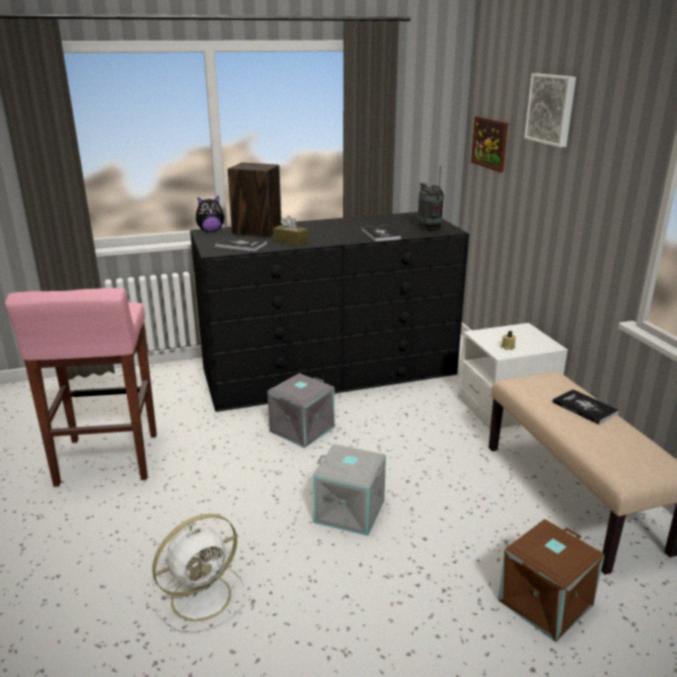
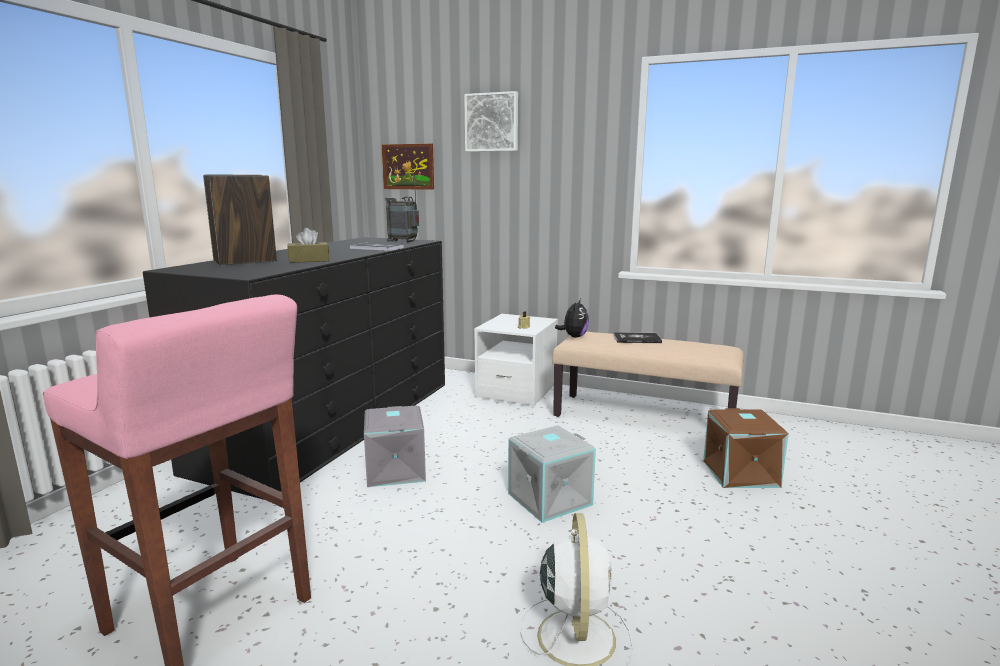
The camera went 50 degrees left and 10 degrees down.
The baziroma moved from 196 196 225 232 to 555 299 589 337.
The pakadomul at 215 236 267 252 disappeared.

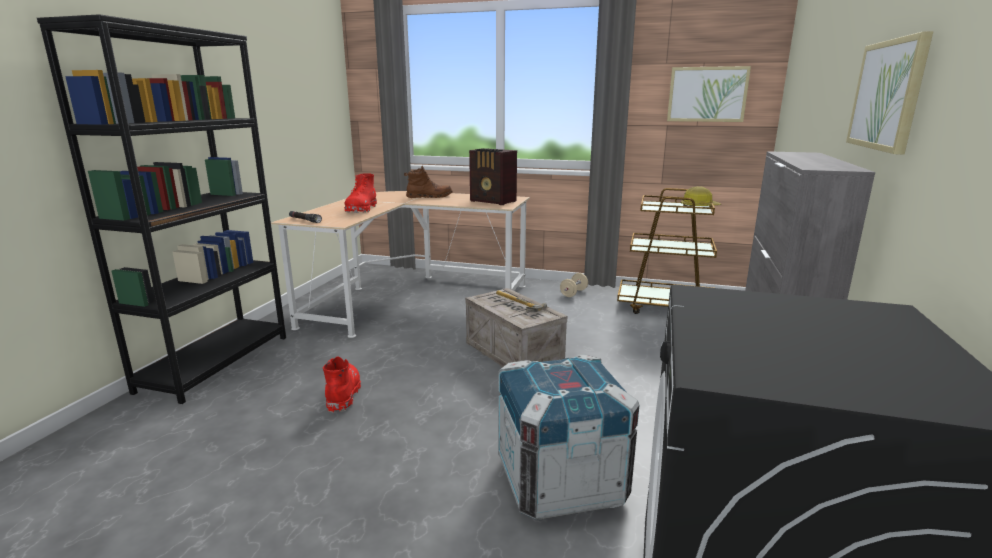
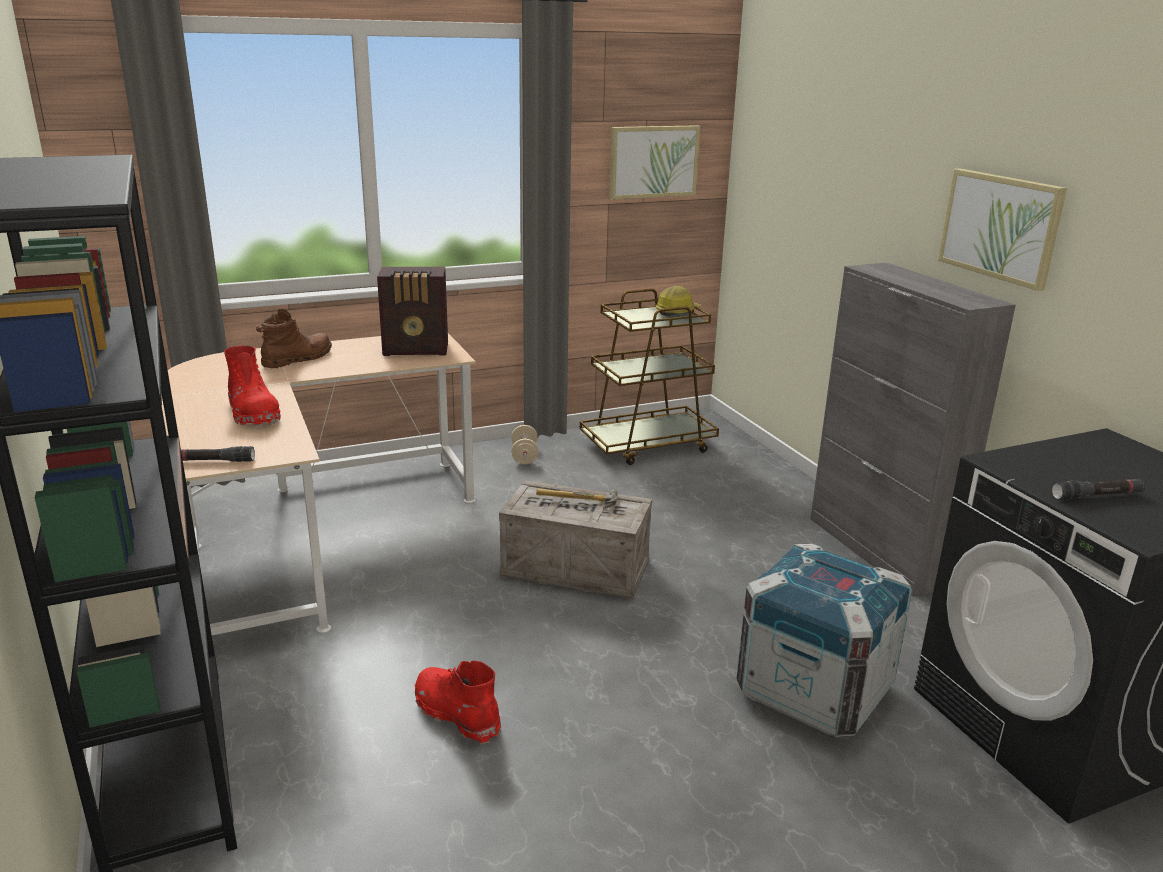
The camera went 40 degrees left and 5 degrees up.
The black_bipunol at 1051 479 1145 500 appeared.

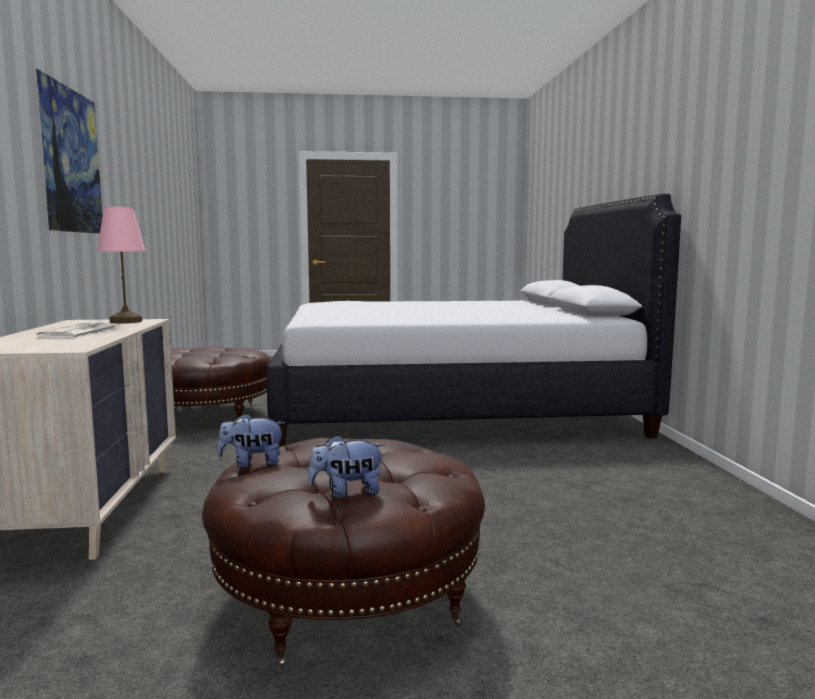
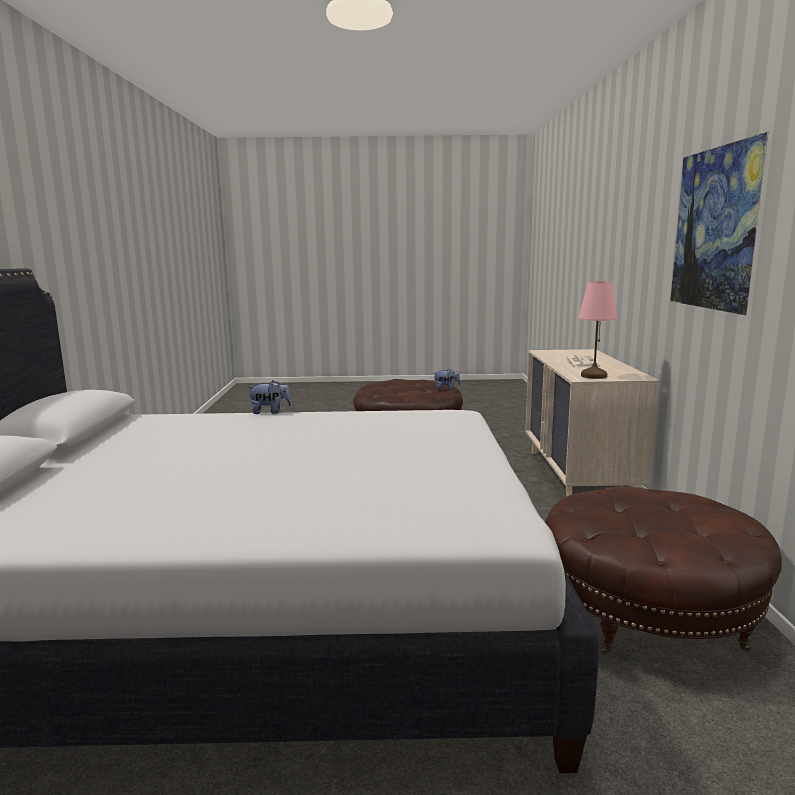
The camera went 175 degrees left and 5 degrees up.
The baziroma moved from 308 435 385 498 to 247 380 292 414.

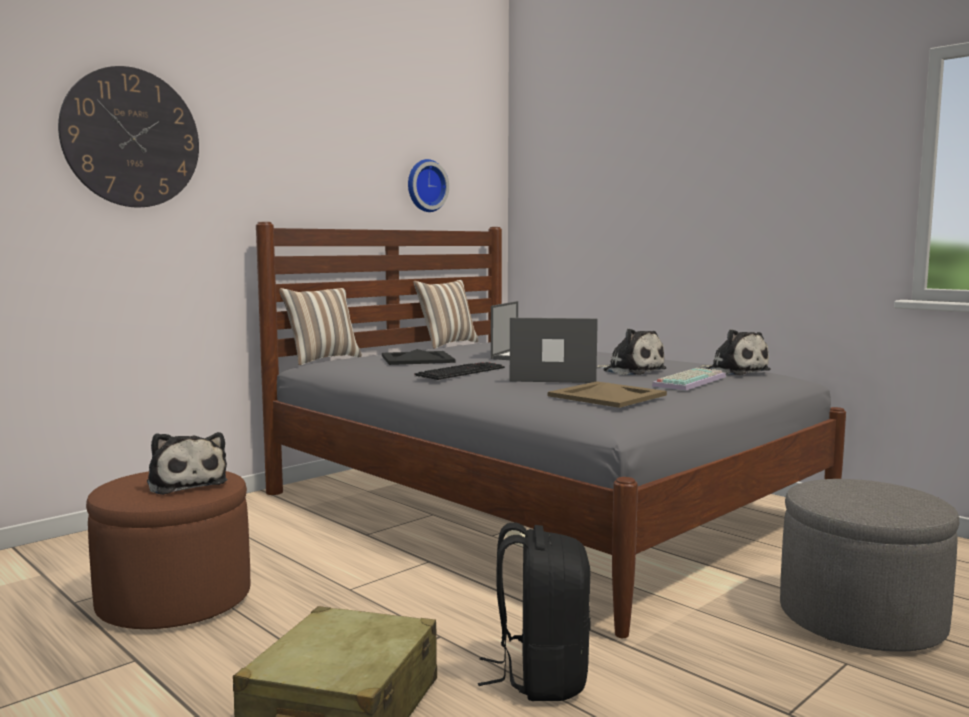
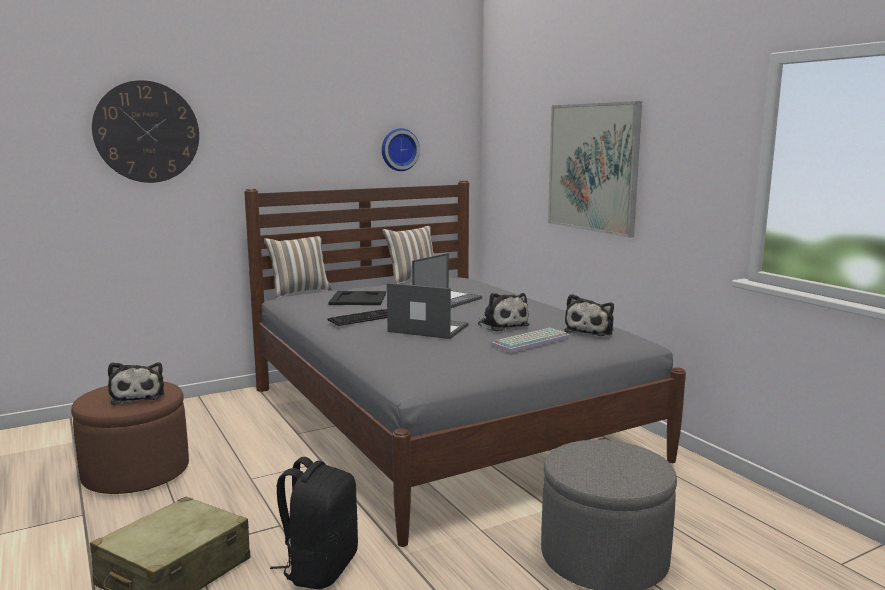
The camera went 15 degrees right and 5 degrees up.
The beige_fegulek at 548 381 667 408 disappeared.
The baziroma at 699 329 771 375 turned 45 degrees clockwise.
The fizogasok at 548 101 642 238 appeared.

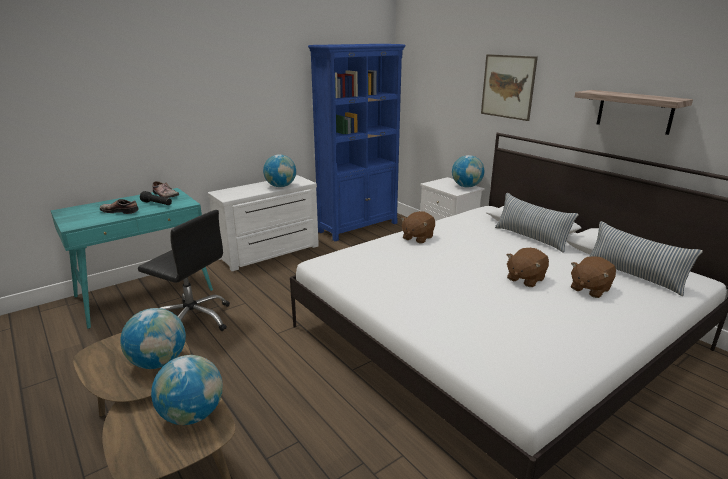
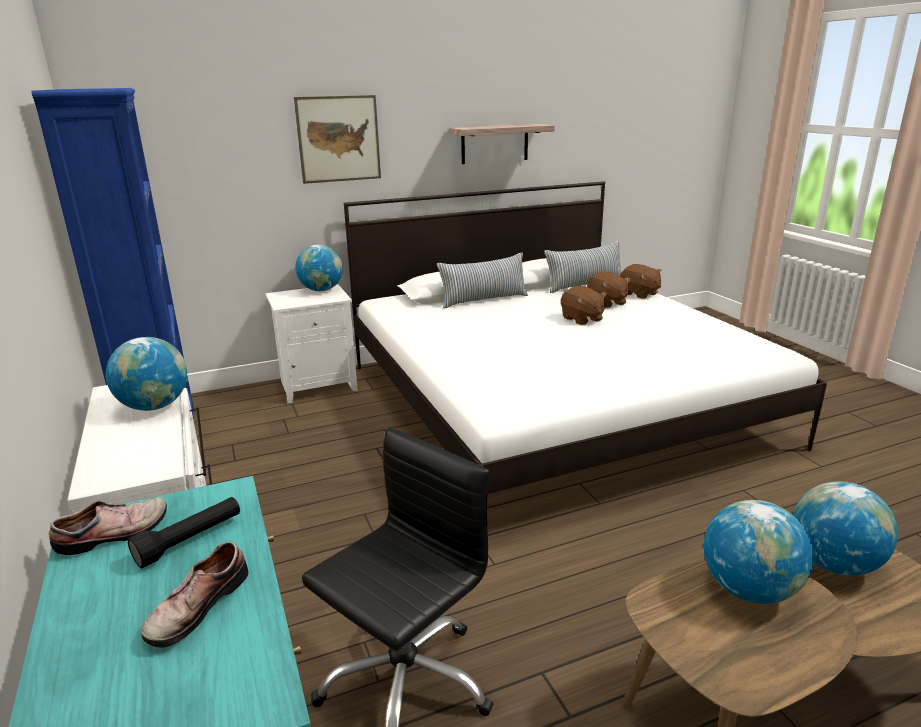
The camera went 75 degrees left and 0 degrees up.
The brown_baziroma moved from 401 211 435 244 to 620 264 661 299.

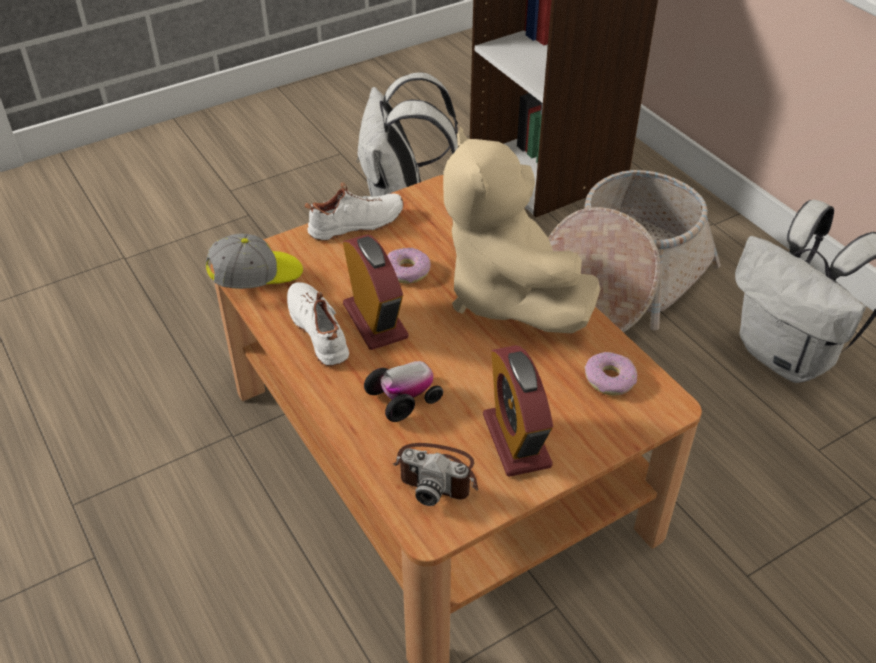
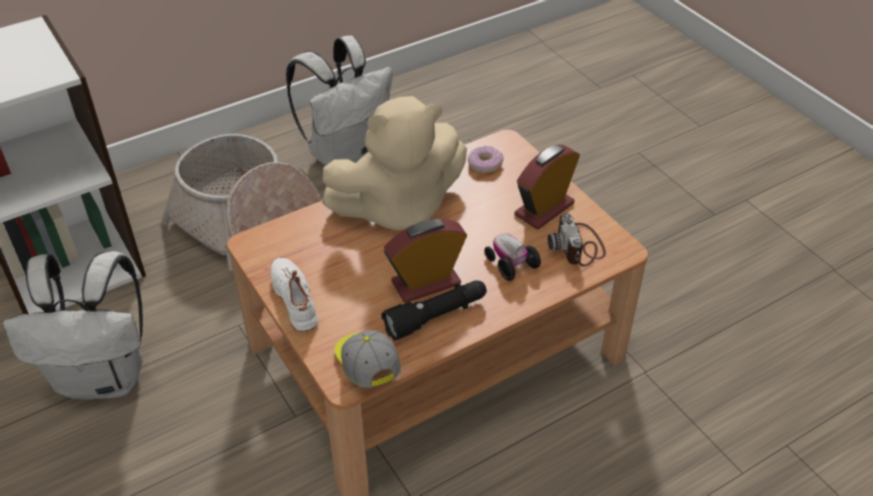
The camera went 90 degrees left and 0 degrees up.
The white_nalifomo at 287 282 349 366 was replaced by the black_bipunol at 381 280 487 341.
The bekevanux at 387 248 431 284 disappeared.
The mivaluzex at 393 443 478 506 turned 150 degrees clockwise.
The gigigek at 483 345 553 477 turned 150 degrees clockwise.

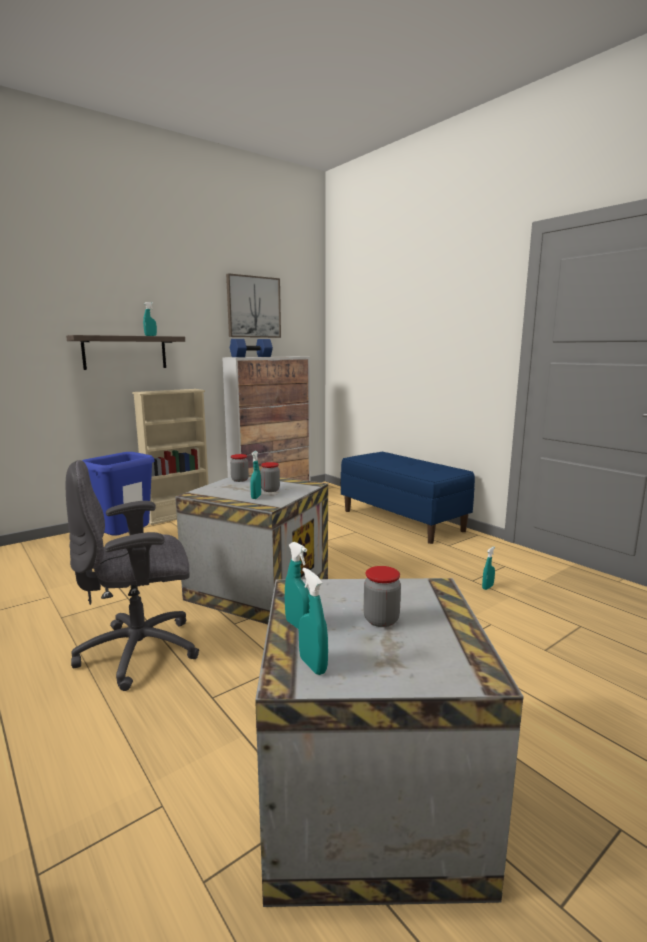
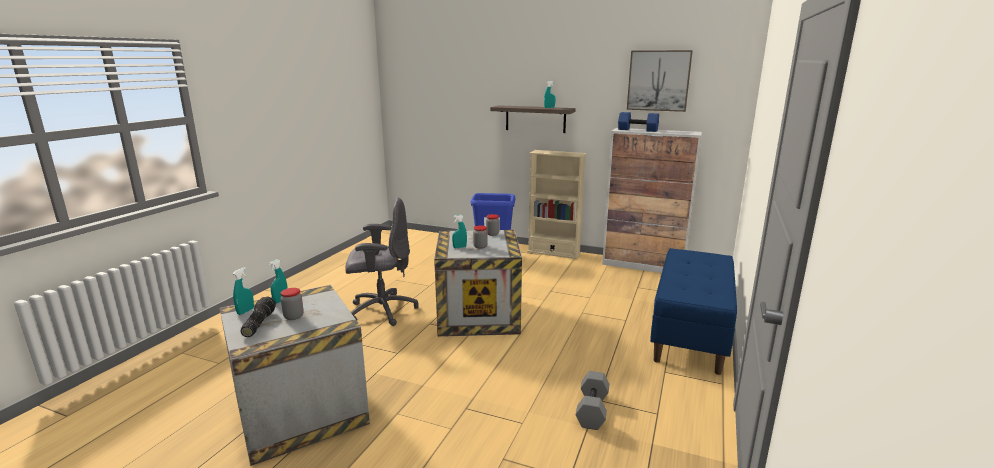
The camera went 60 degrees right and 5 degrees up.
The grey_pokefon at 66 460 199 691 turned 135 degrees clockwise.
The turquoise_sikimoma at 482 546 495 590 was replaced by the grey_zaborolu at 576 371 609 430.
The bipunol at 241 297 276 337 appeared.

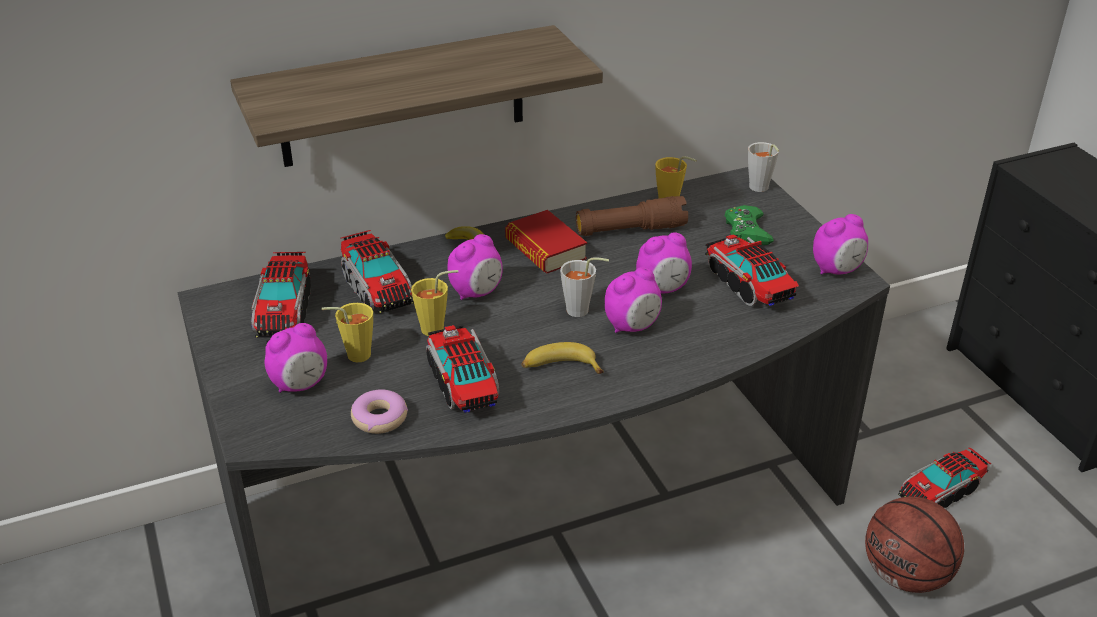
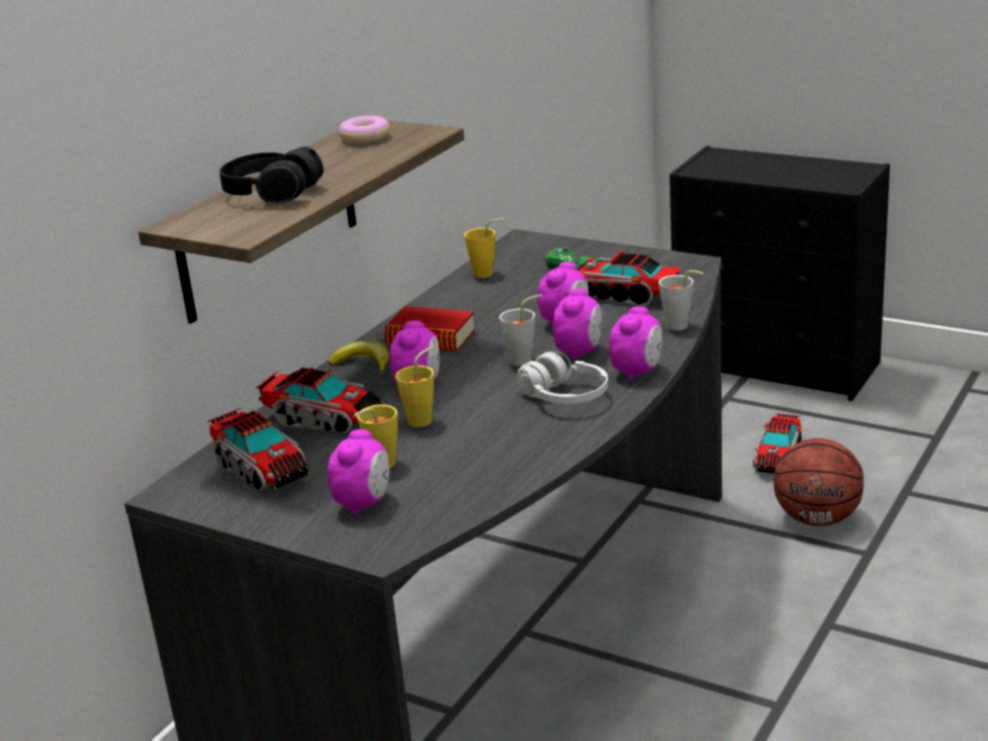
The camera went 35 degrees left and 10 degrees down.
The bekevanux moved from 351 390 408 434 to 339 116 390 144.
The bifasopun at 426 325 499 413 disappeared.
The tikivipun at 521 342 604 374 was replaced by the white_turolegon at 517 351 608 404.
The brown_bipunol at 576 196 688 236 disappeared.
The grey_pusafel moved from 748 142 779 192 to 659 270 704 331.
The gigigek moved from 813 214 868 275 to 609 306 662 380.
The black_turolegon at 219 147 324 203 appeared.

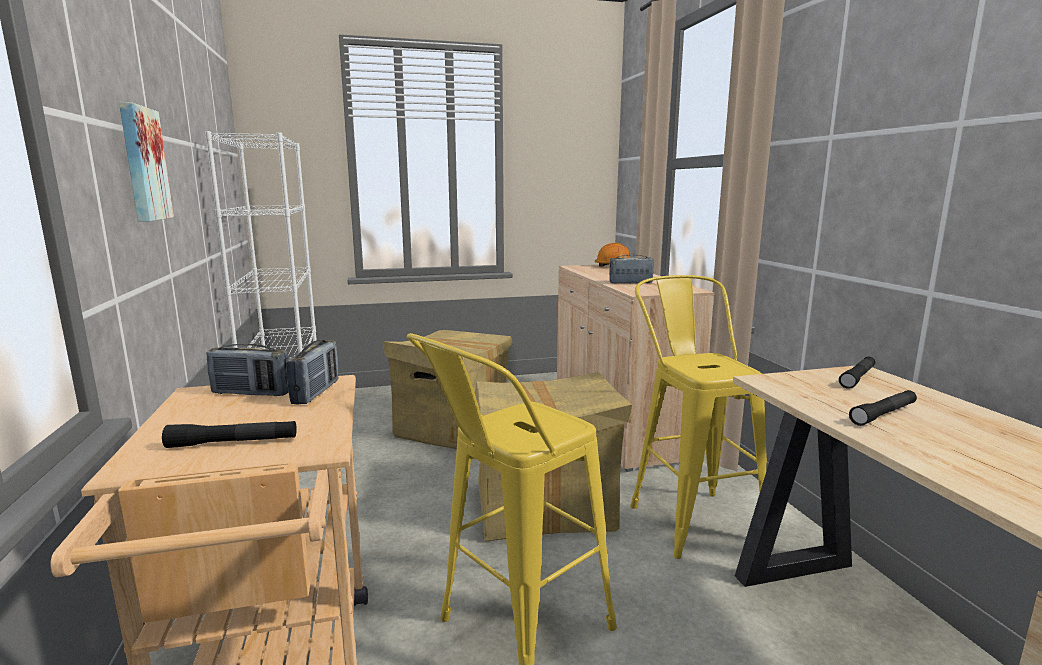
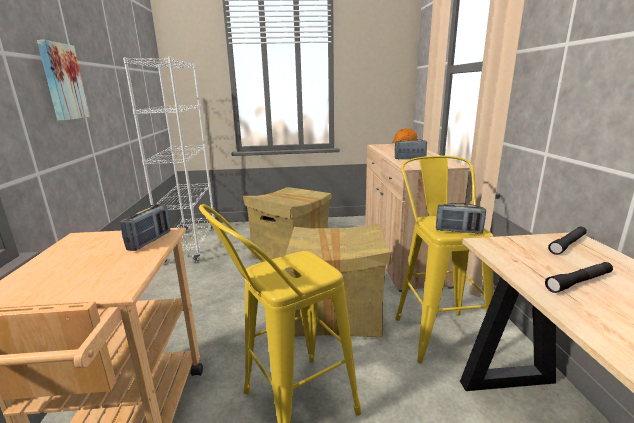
The camera went 10 degrees right and 5 degrees up.
The black_bipunol at 162 421 297 448 disappeared.
The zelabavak moved from 206 343 289 396 to 436 203 486 234.

